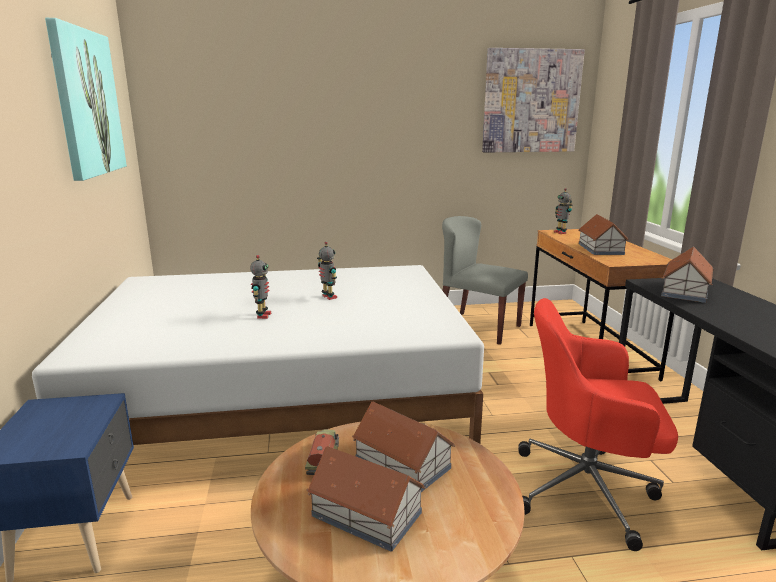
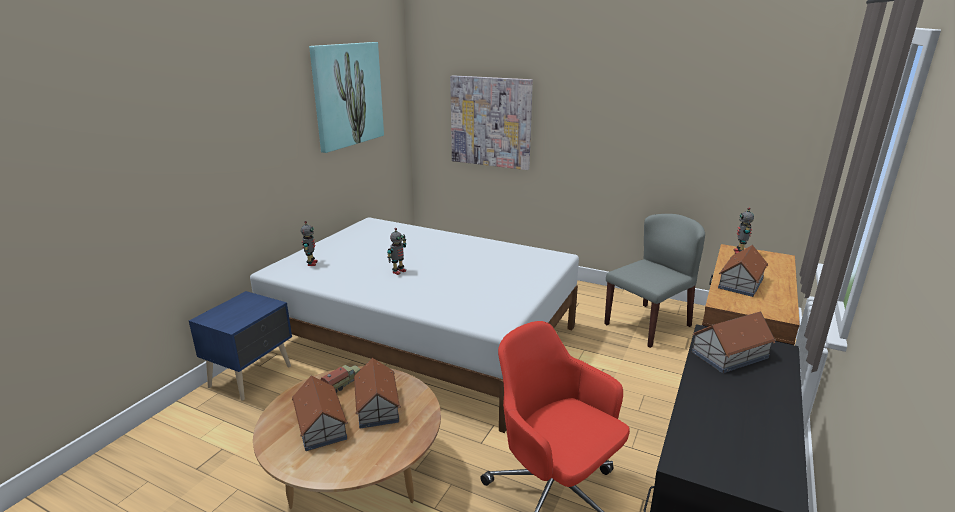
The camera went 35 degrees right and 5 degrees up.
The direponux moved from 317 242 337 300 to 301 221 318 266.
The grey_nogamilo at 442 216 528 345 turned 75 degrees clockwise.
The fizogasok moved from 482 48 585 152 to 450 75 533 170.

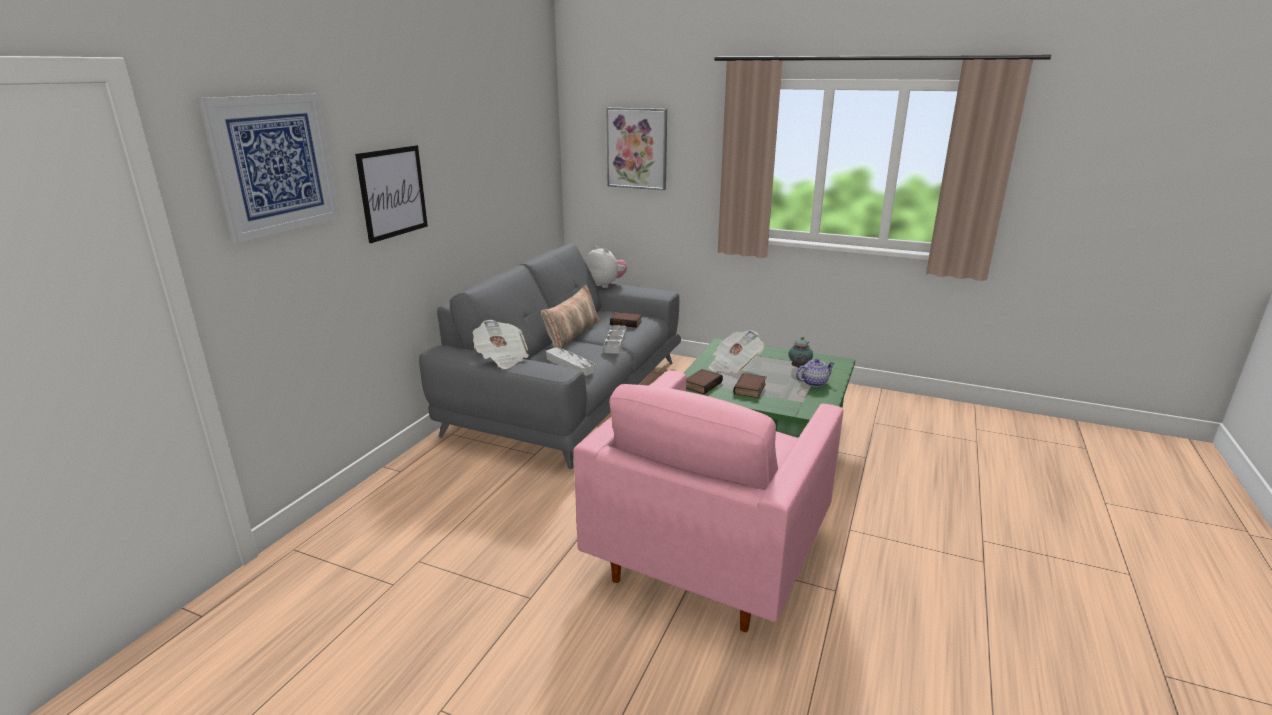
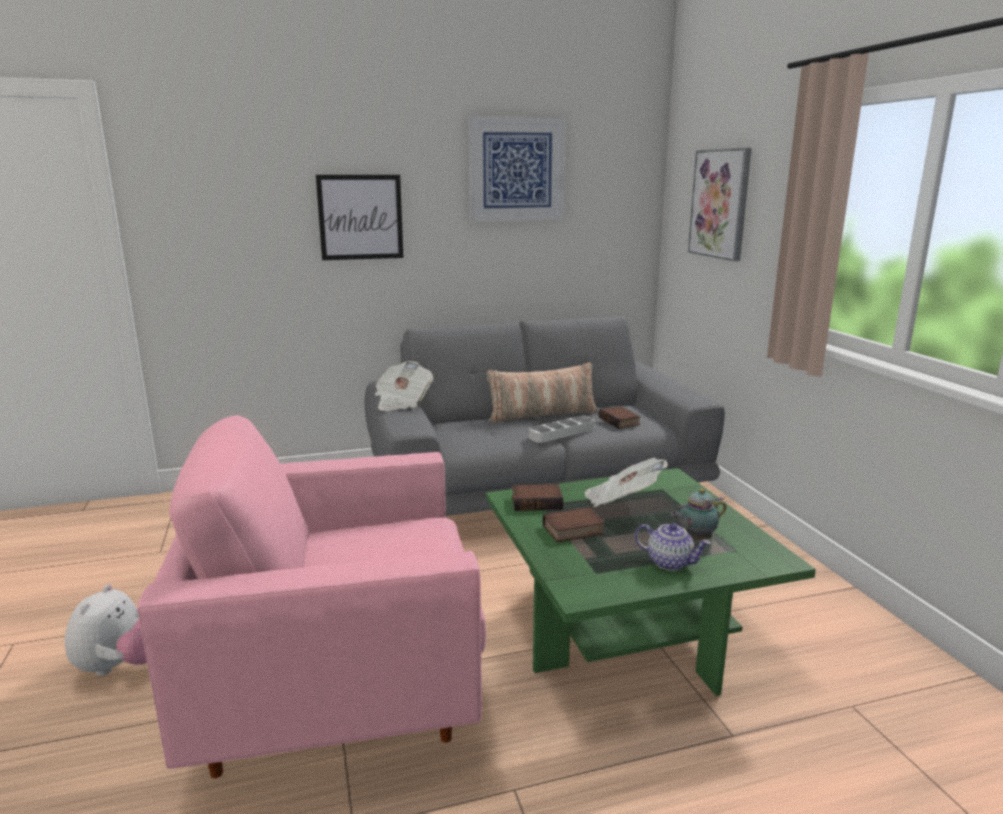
The camera went 50 degrees right and 5 degrees down.
The fizogasok moved from 198 93 340 243 to 468 116 566 222.
The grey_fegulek at 546 347 595 376 disappeared.
The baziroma moved from 586 246 627 288 to 65 584 147 676.

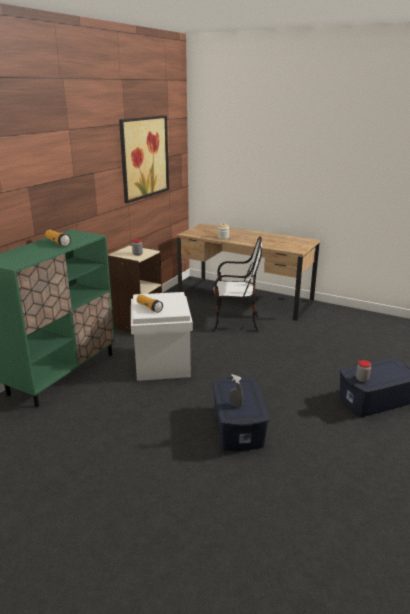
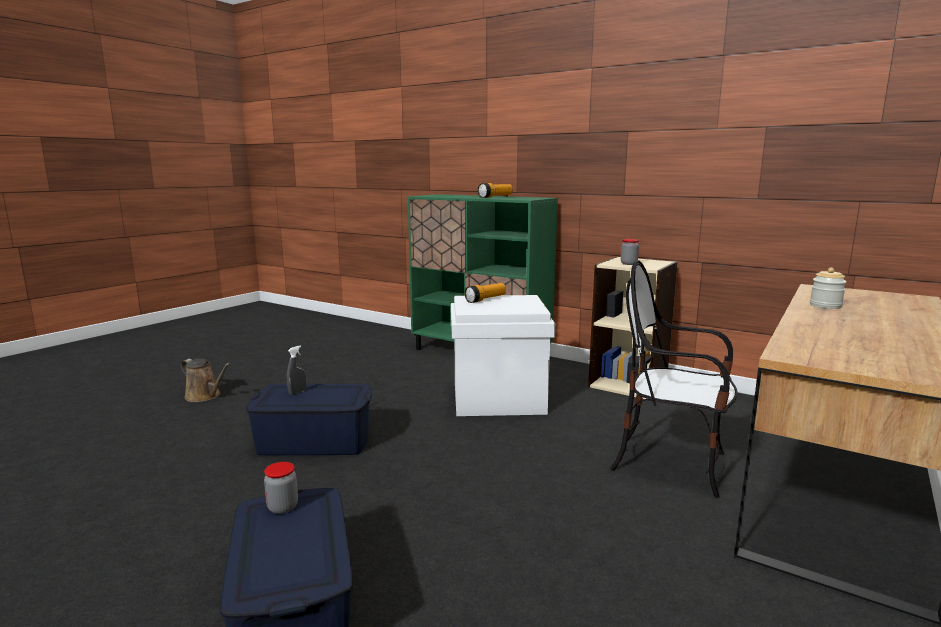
The camera went 95 degrees right and 10 degrees down.
The fizogasok at 119 115 169 203 disappeared.
The nogamilo at 212 236 262 331 turned 105 degrees clockwise.
The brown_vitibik at 181 359 231 402 appeared.

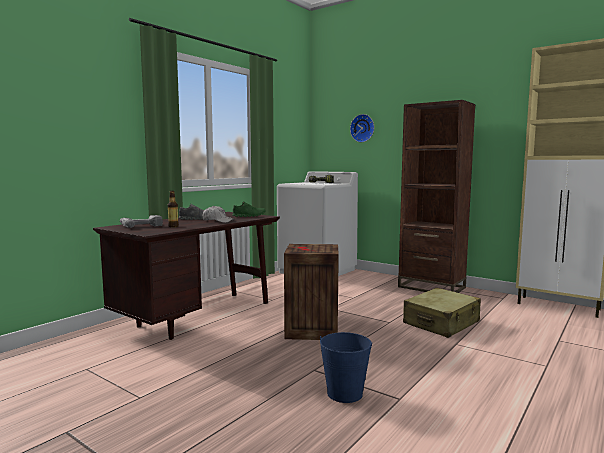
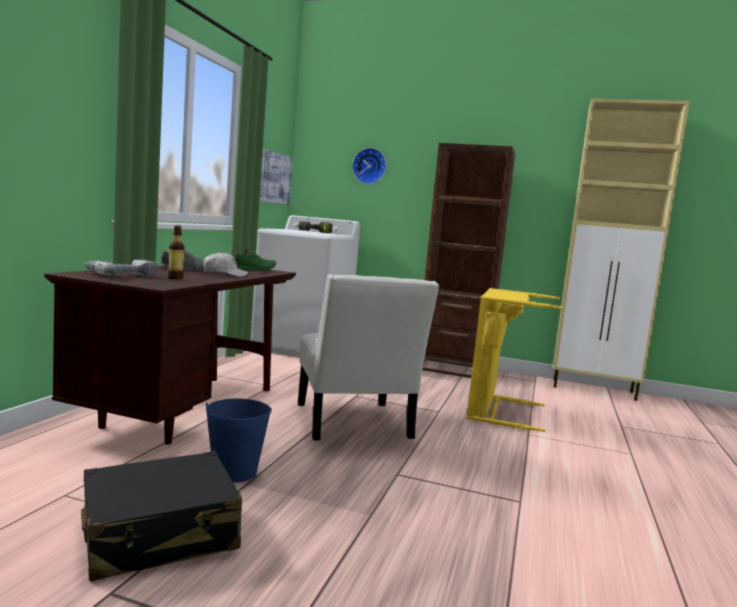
The camera went 20 degrees left and 0 degrees up.
The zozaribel at 284 244 339 340 was replaced by the white_nogamilo at 298 274 439 441.
The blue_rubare moved from 320 332 372 403 to 205 398 272 483.
The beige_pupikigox at 403 288 481 338 was replaced by the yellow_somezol at 466 288 563 432.
The black_pupikigox at 81 451 242 581 appeared.
The fizogasok at 260 149 293 205 appeared.

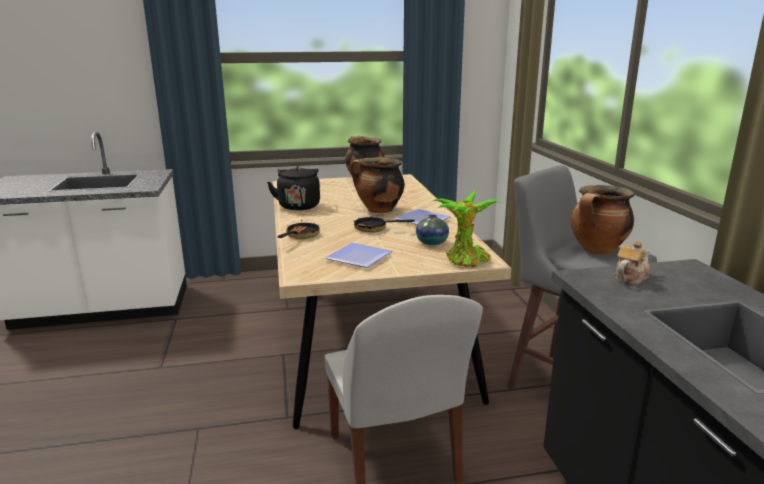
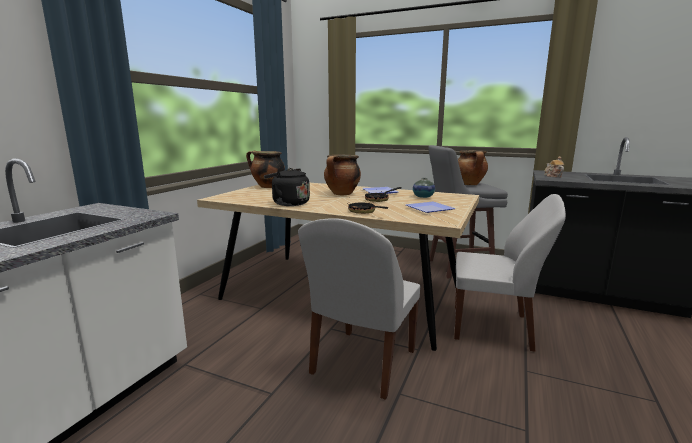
The camera went 55 degrees left and 5 degrees down.
The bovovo at 433 190 500 268 disappeared.
The white_nogamilo at 298 218 420 400 appeared.

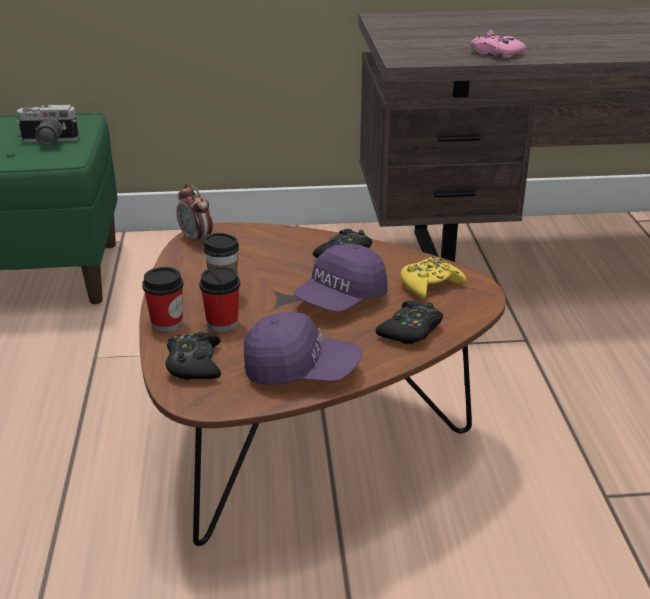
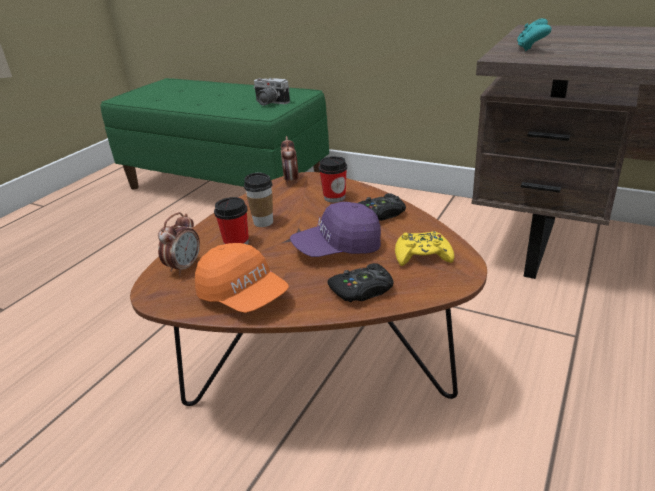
The camera went 35 degrees right and 0 degrees up.
The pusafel moved from 142 267 184 332 to 319 156 347 203.
The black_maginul at 166 332 221 380 was replaced by the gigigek at 158 212 200 276.
The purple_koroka at 244 312 362 385 became the orange_koroka at 195 243 289 313.
The pink_maginul at 471 30 526 58 disappeared.
The turquoise_maginul at 517 18 552 51 appeared.

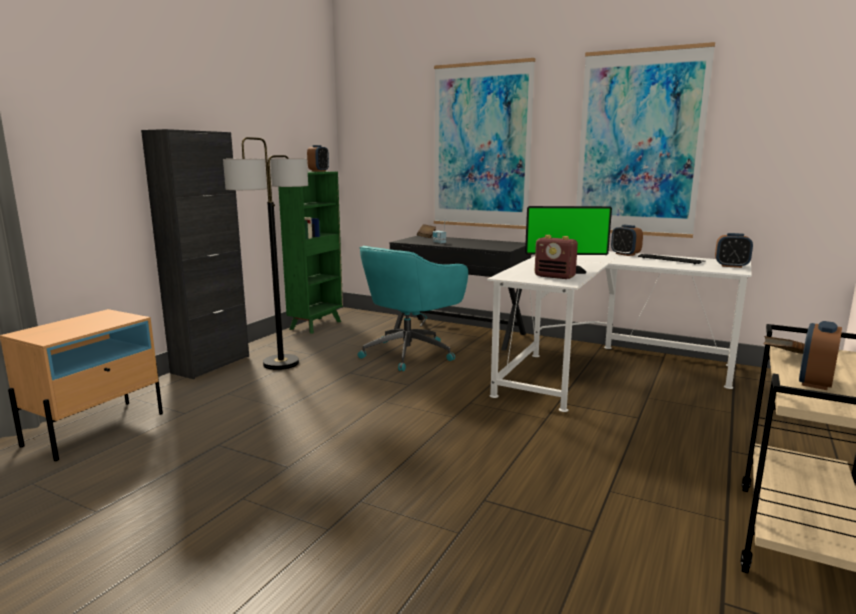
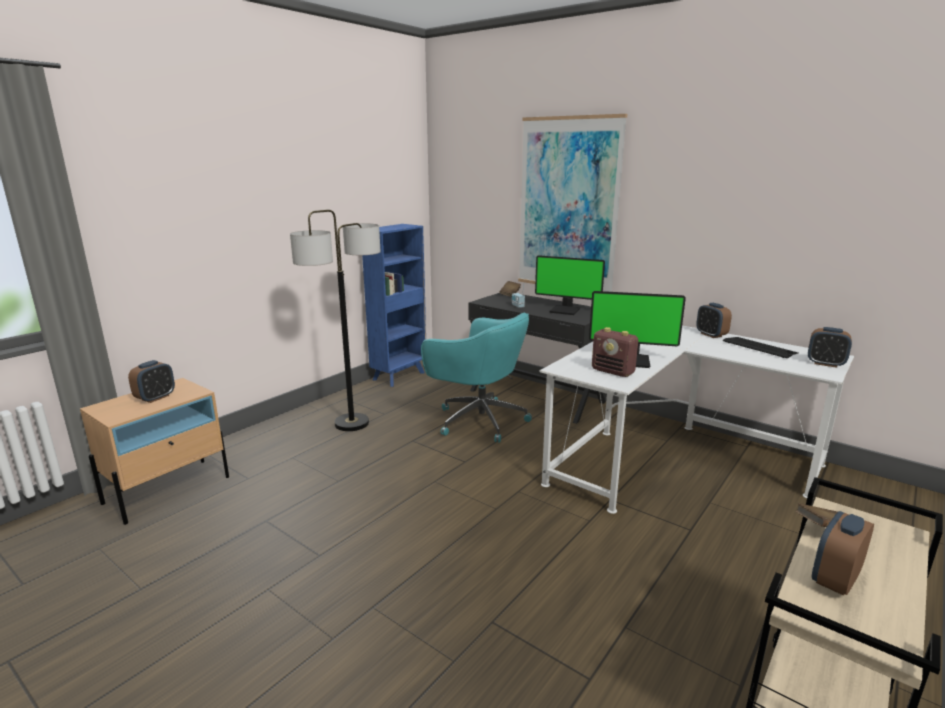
The camera went 10 degrees right and 5 degrees up.
The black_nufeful at 141 129 249 379 disappeared.
The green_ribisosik at 278 171 343 334 became the blue_ribisosik at 362 224 426 387.
The gigigek moved from 307 145 329 172 to 128 360 175 403.
The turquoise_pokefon at 358 246 468 371 turned 105 degrees counterclockwise.
The fizogasok at 576 42 715 238 disappeared.
The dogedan at 535 255 605 315 appeared.

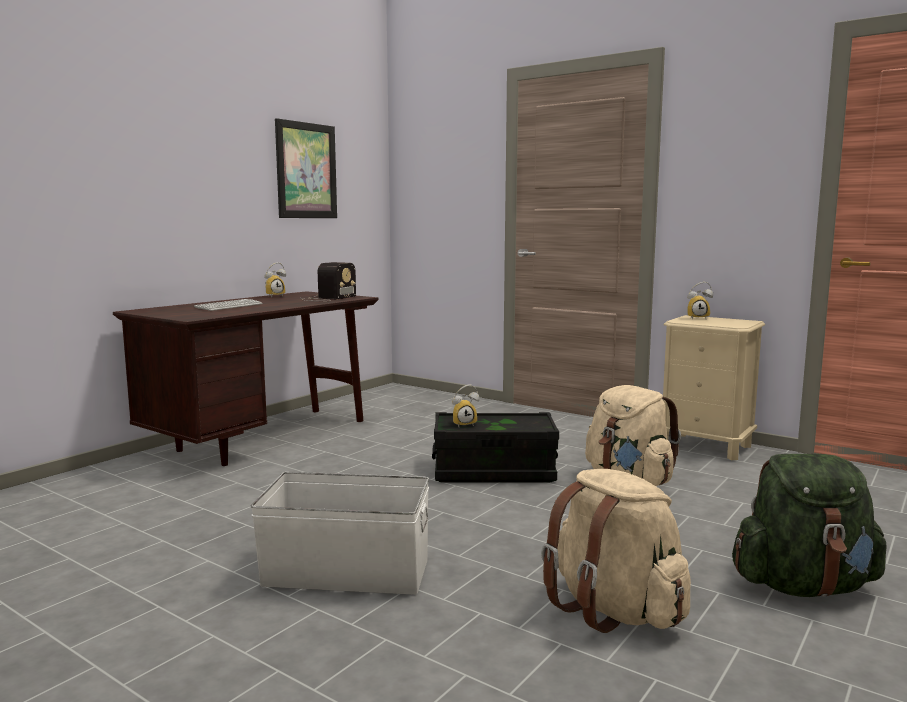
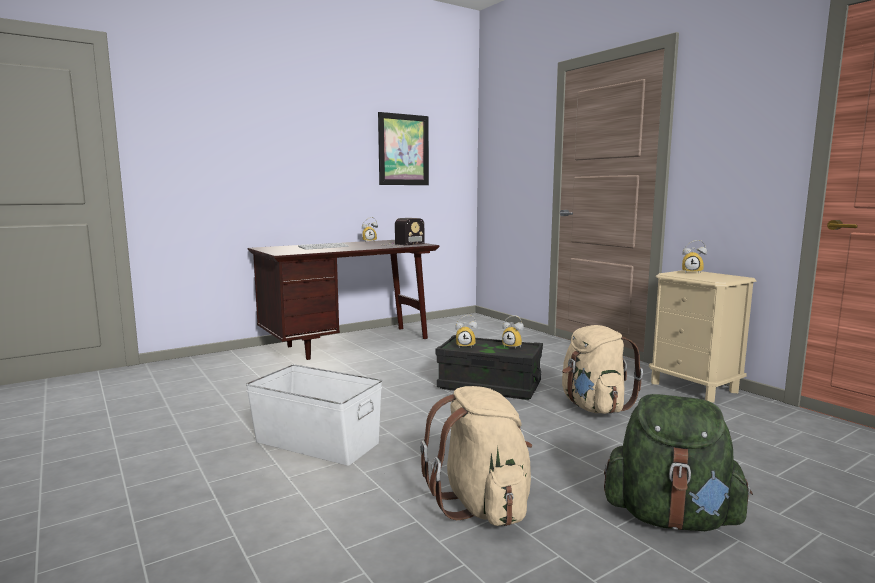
The camera went 20 degrees right and 0 degrees up.
The gigigek at 502 315 524 348 appeared.

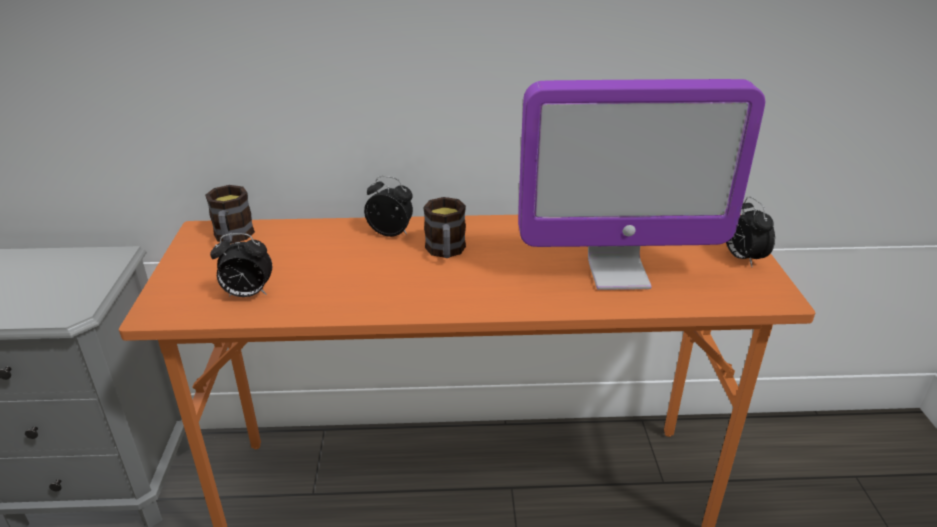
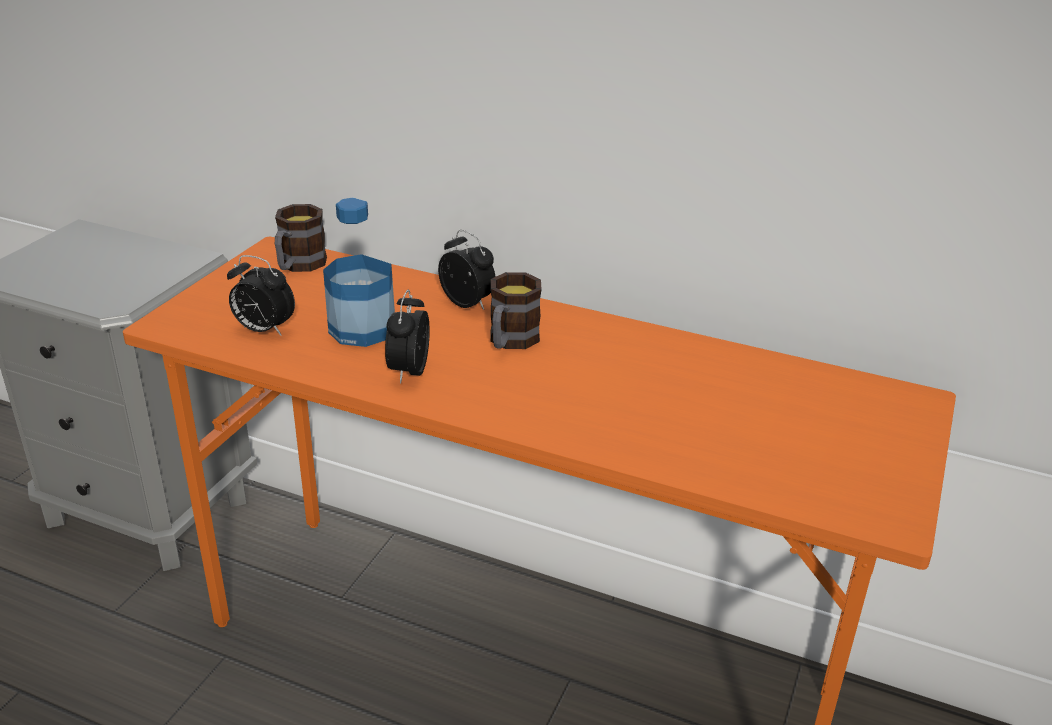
The camera went 25 degrees right and 0 degrees up.
The dogedan at 518 79 765 290 disappeared.
The gigigek moved from 726 197 775 267 to 385 290 429 384.
The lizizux at 323 198 395 347 appeared.

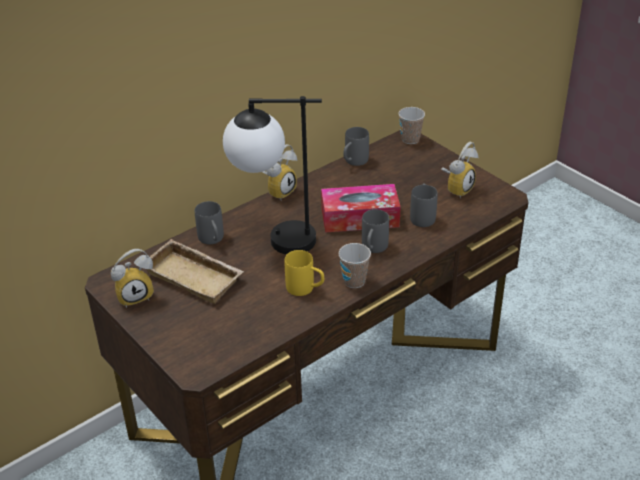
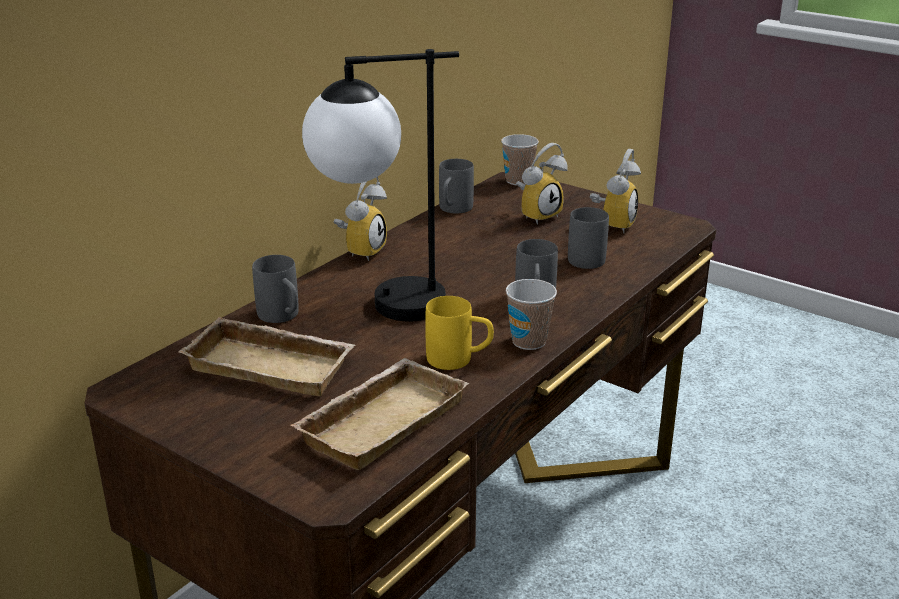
The camera went 15 degrees left and 10 degrees down.
The gigigek moved from 111 249 154 308 to 516 143 568 225.
The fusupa at 321 184 401 233 disappeared.
The beige_fegulek at 290 358 469 470 appeared.

